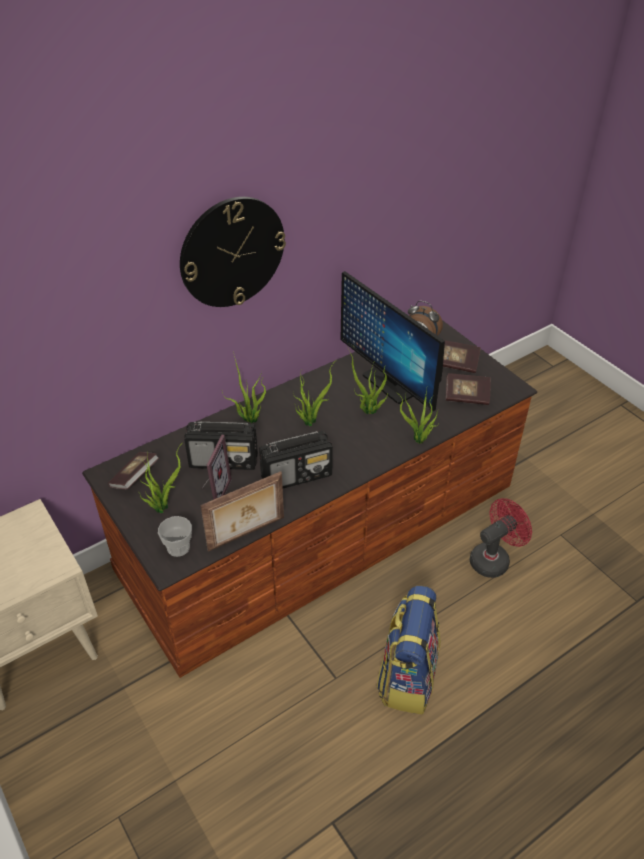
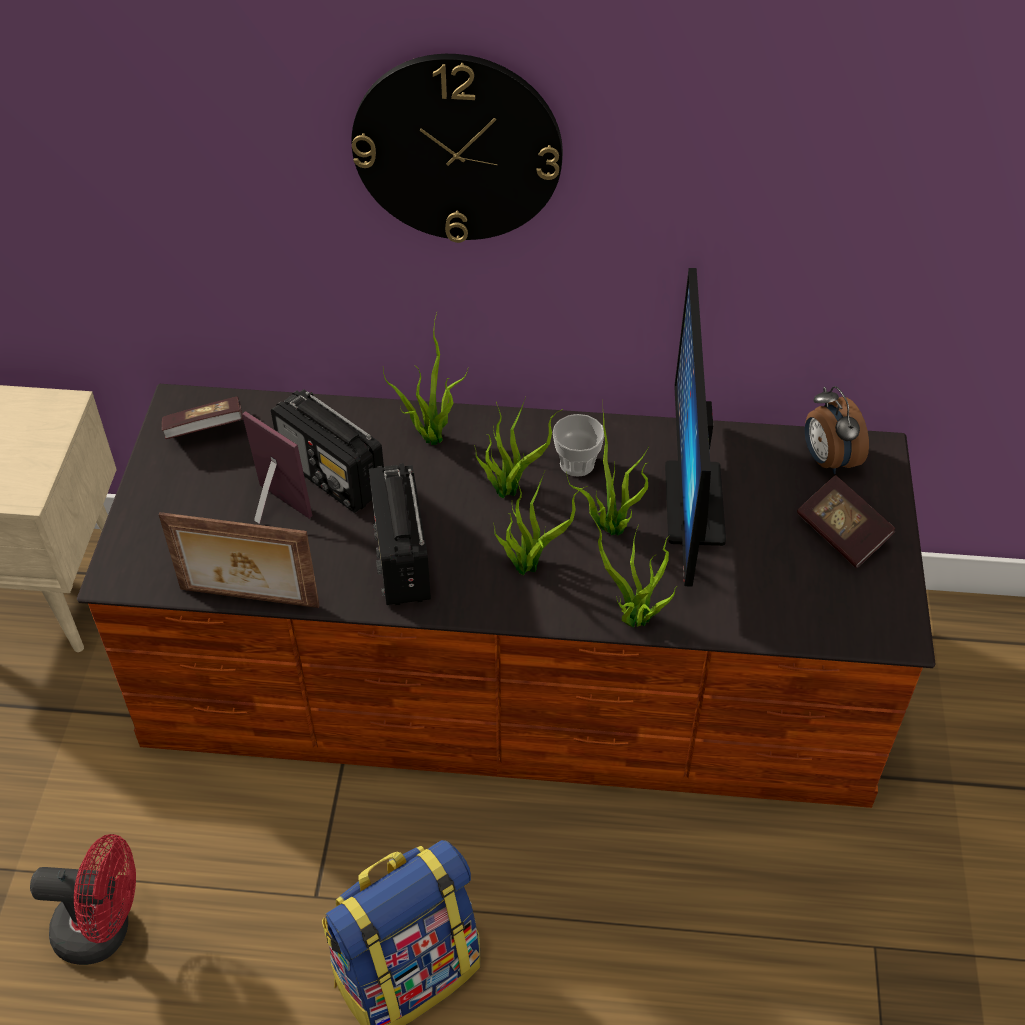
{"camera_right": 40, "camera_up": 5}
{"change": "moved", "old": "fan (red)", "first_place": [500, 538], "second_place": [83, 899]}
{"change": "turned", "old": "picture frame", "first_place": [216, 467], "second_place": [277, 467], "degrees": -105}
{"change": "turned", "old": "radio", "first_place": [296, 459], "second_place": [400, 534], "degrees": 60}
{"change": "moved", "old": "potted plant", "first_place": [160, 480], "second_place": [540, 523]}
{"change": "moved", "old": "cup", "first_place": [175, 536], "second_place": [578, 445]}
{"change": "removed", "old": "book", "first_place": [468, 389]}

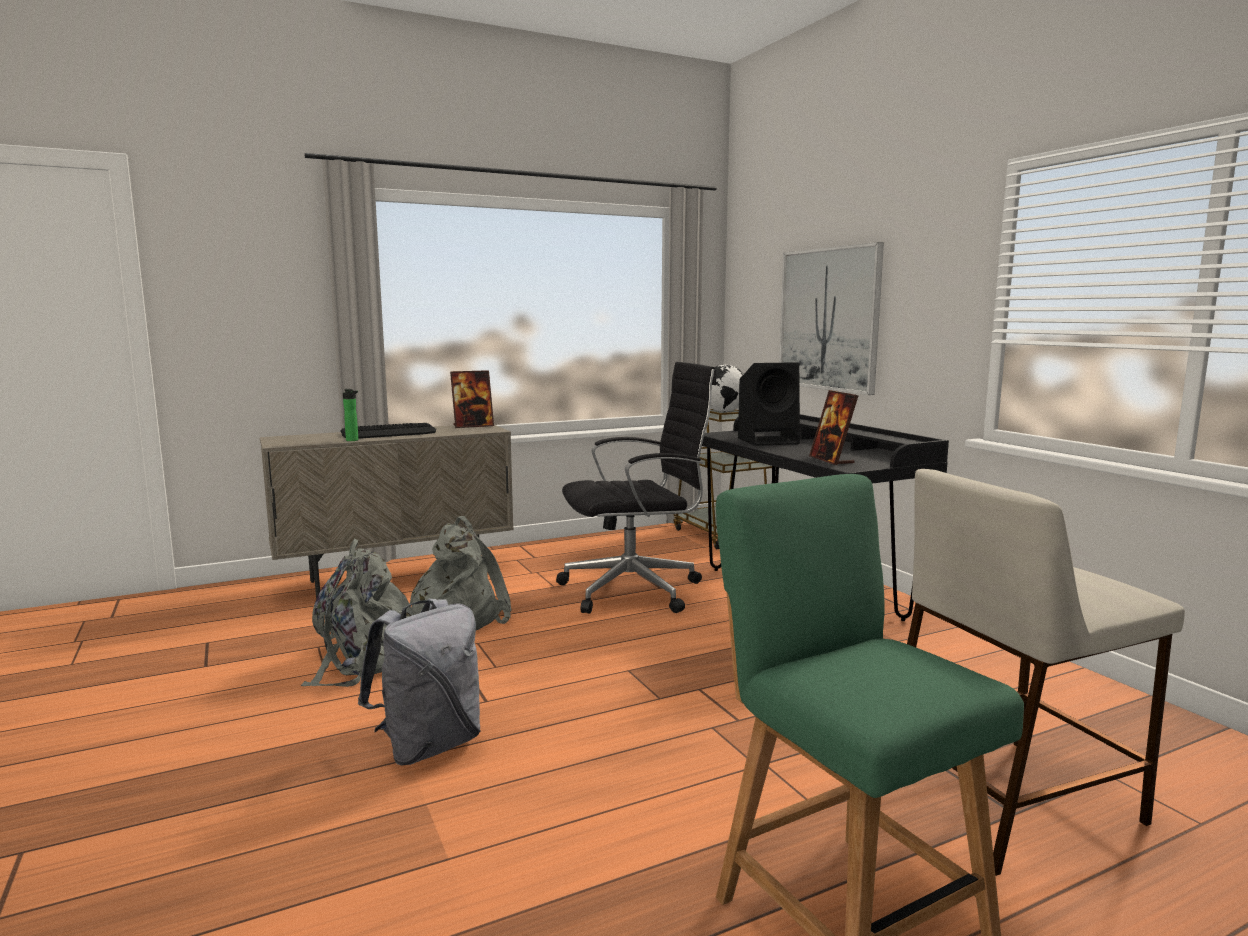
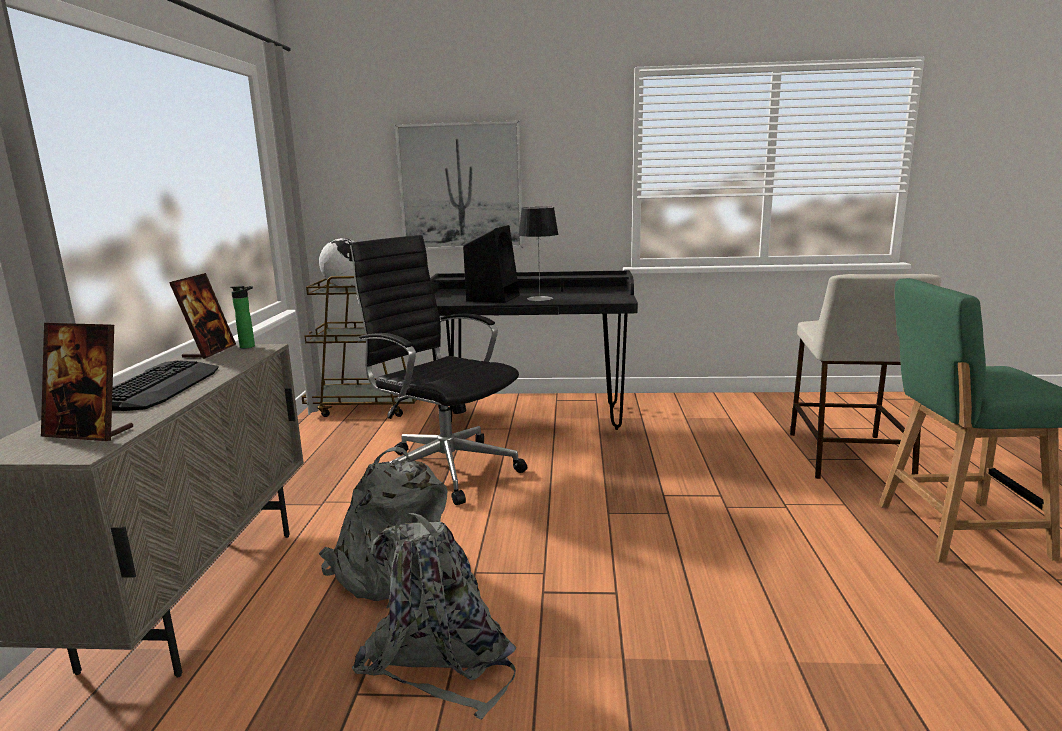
{"camera_right": -60, "camera_up": 5}
{"change": "moved", "old": "picture frame", "first_place": [833, 427], "second_place": [87, 382]}
{"change": "moved", "old": "bottle", "first_place": [350, 415], "second_place": [242, 317]}
{"change": "turned", "old": "office chair (black)", "first_place": [636, 488], "second_place": [438, 370], "degrees": -60}
{"change": "added", "new": "table lamp", "second_place": [538, 254]}
{"change": "removed", "old": "backpack (grey)", "first_place": [419, 682]}

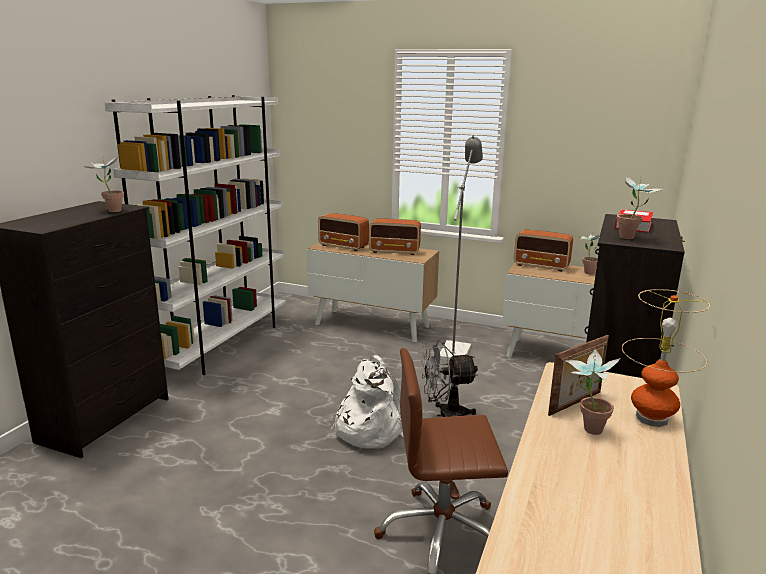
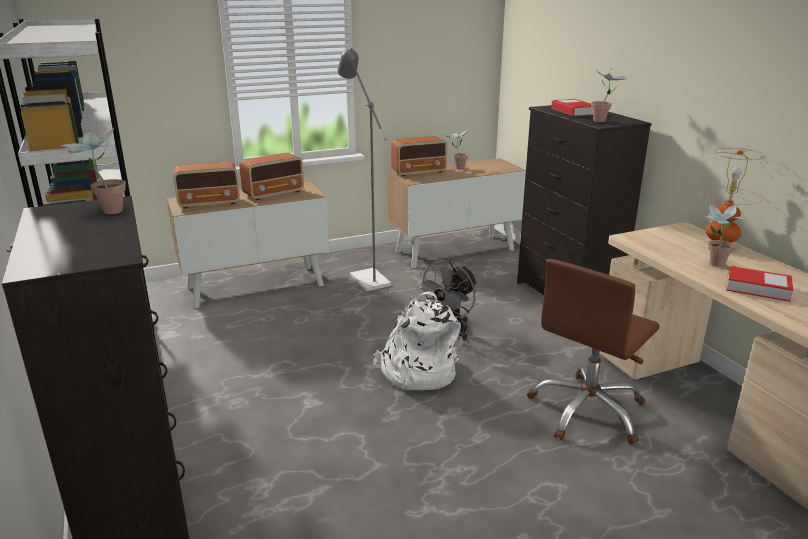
{"camera_right": -45, "camera_up": 5}
{"change": "added", "new": "book", "second_place": [759, 284]}
{"change": "removed", "old": "picture frame", "first_place": [578, 375]}

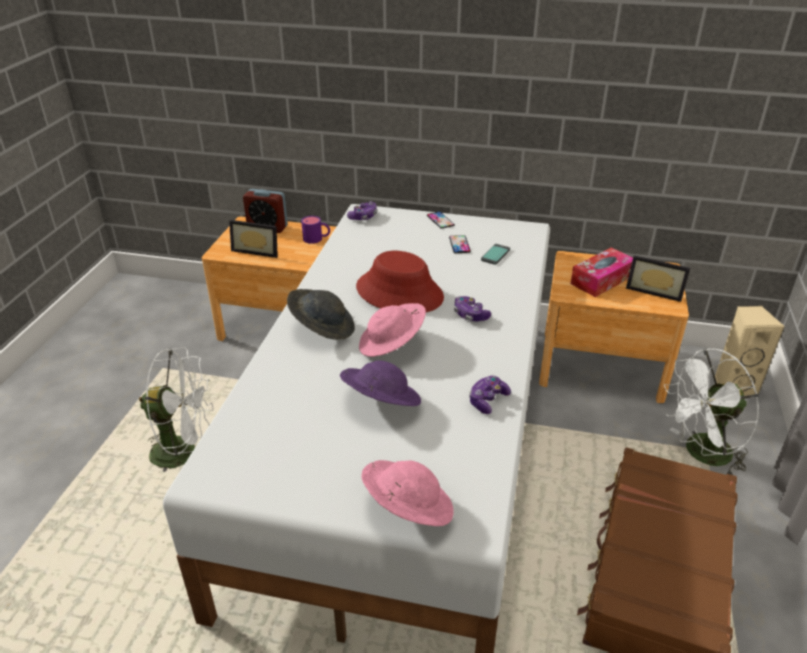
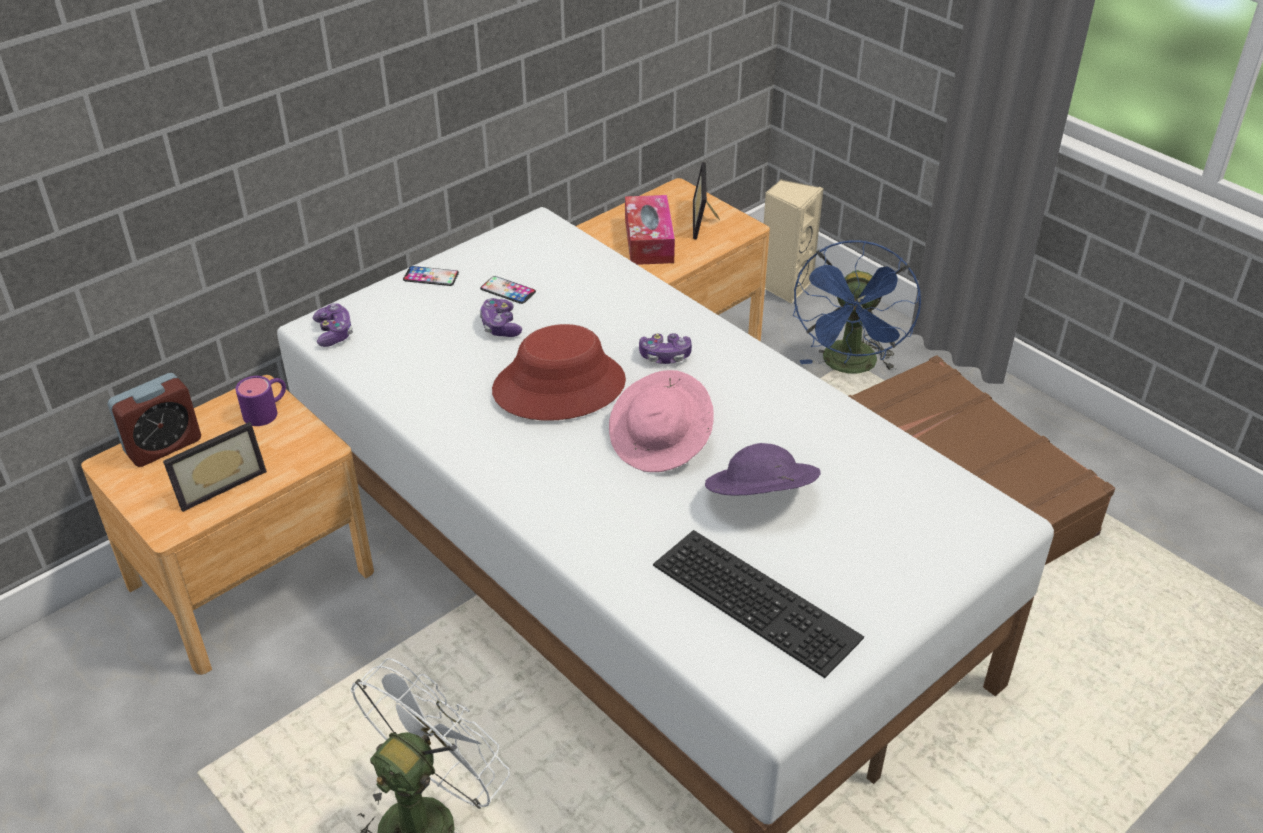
{"camera_right": -55, "camera_up": 5}
{"change": "moved", "old": "game controller", "first_place": [490, 395], "second_place": [500, 317]}
{"change": "added", "new": "keyboard", "second_place": [758, 604]}
{"change": "turned", "old": "picture frame", "first_place": [658, 278], "second_place": [706, 201], "degrees": 120}
{"change": "recoloured", "old": "fan (white)", "new": "fan (blue)", "first_place": [711, 411], "second_place": [856, 307]}
{"change": "removed", "old": "hat (grey)", "first_place": [321, 314]}
{"change": "removed", "old": "hat (pink)", "first_place": [407, 493]}
{"change": "removed", "old": "phone", "first_place": [495, 254]}

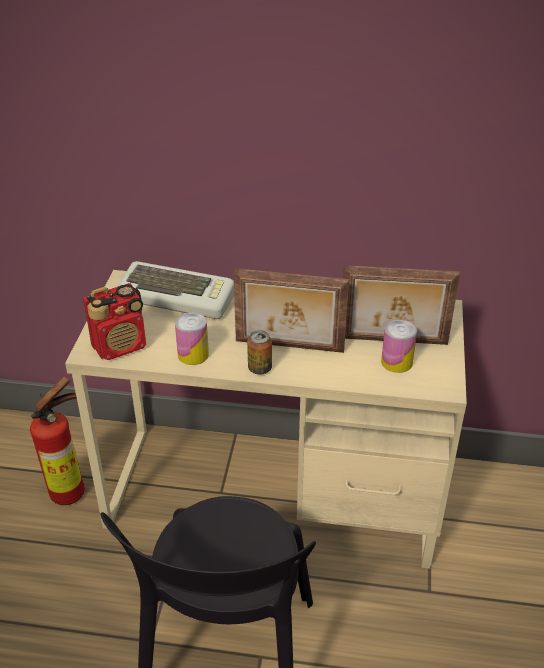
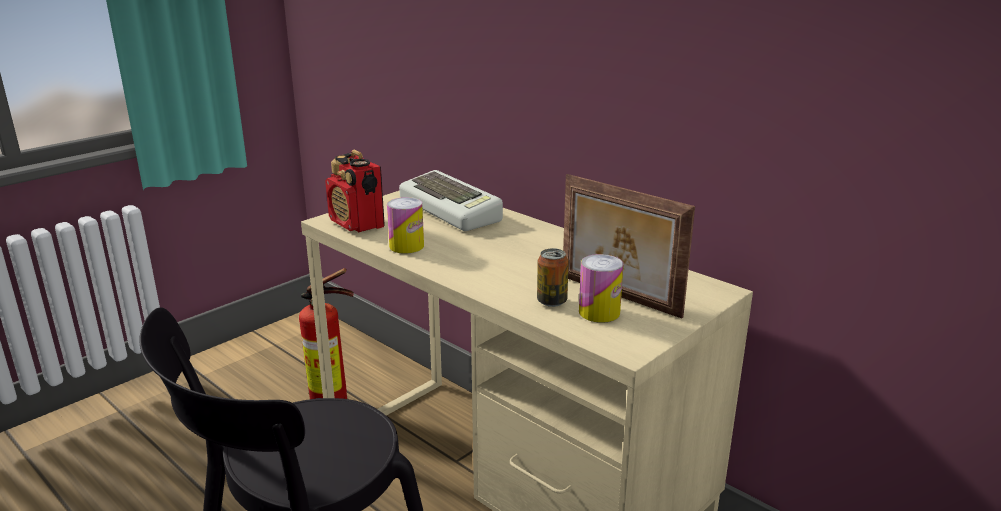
{"camera_right": 35, "camera_up": -15}
{"change": "turned", "old": "radio", "first_place": [114, 321], "second_place": [355, 191], "degrees": 45}
{"change": "moved", "old": "can", "first_place": [259, 352], "second_place": [553, 277]}
{"change": "removed", "old": "picture frame", "first_place": [291, 310]}

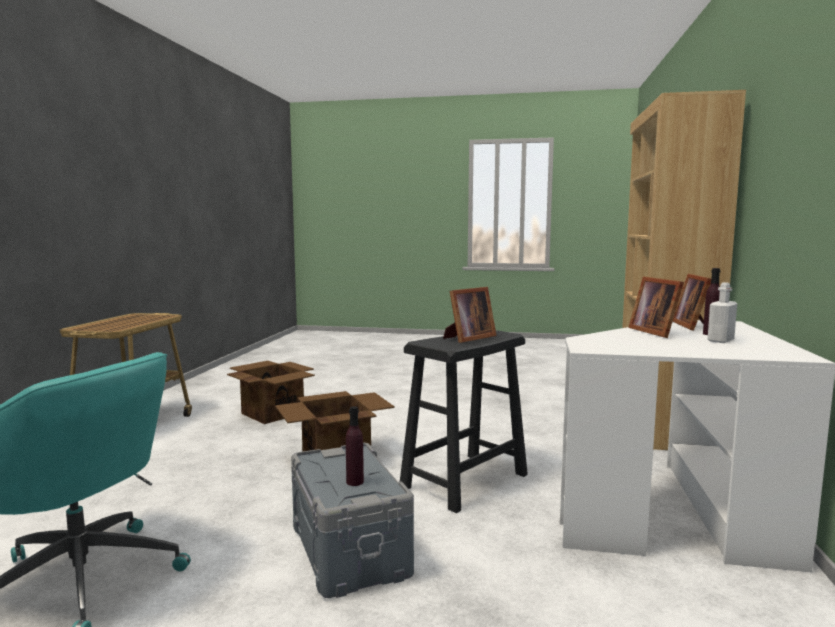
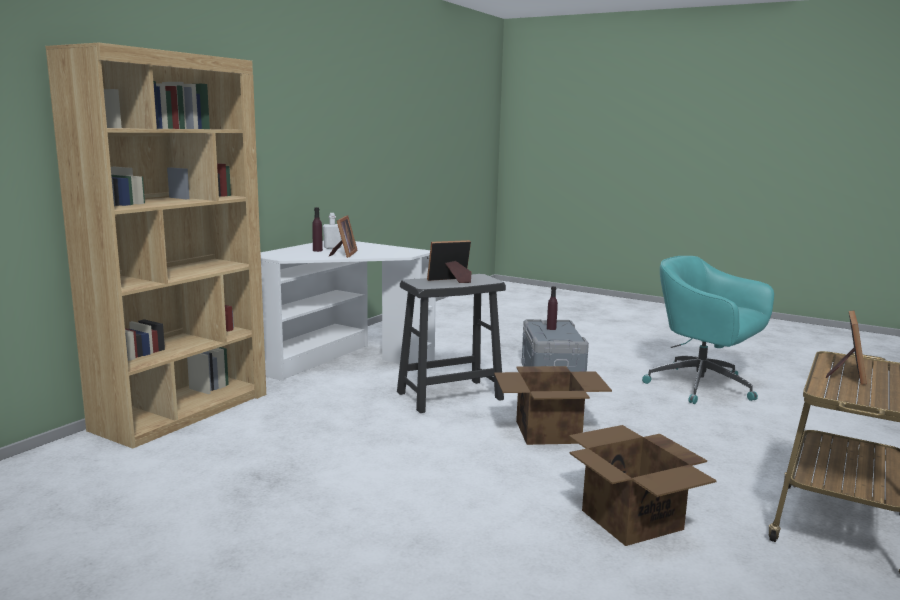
{"camera_right": -160, "camera_up": 5}
{"change": "moved", "old": "picture frame", "first_place": [692, 302], "second_place": [846, 347]}

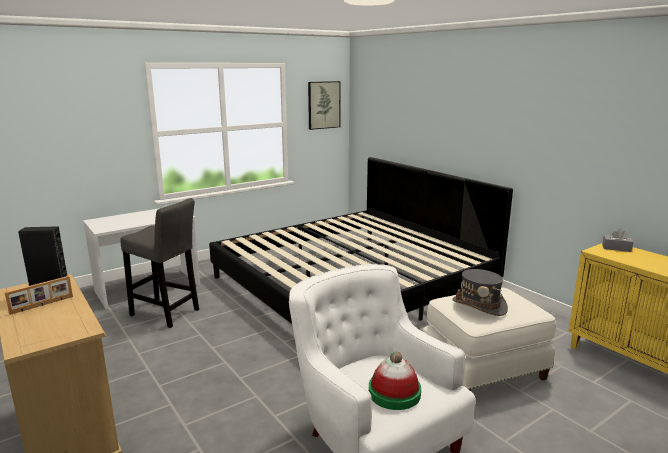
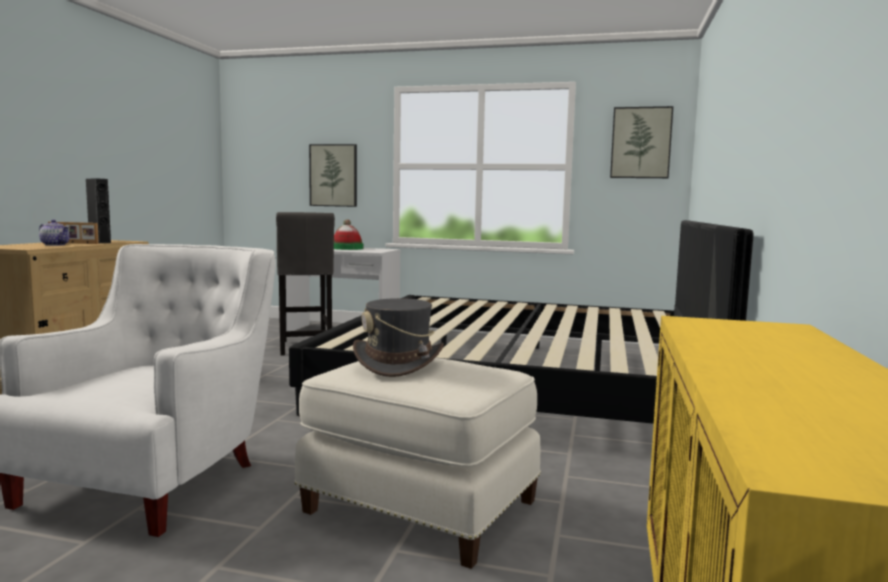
{"camera_right": 50, "camera_up": -10}
{"change": "added", "new": "teapot", "second_place": [54, 233]}
{"change": "added", "new": "picture", "second_place": [333, 175]}
{"change": "moved", "old": "hat", "first_place": [395, 380], "second_place": [349, 234]}
{"change": "removed", "old": "tissue box (grey)", "first_place": [617, 240]}

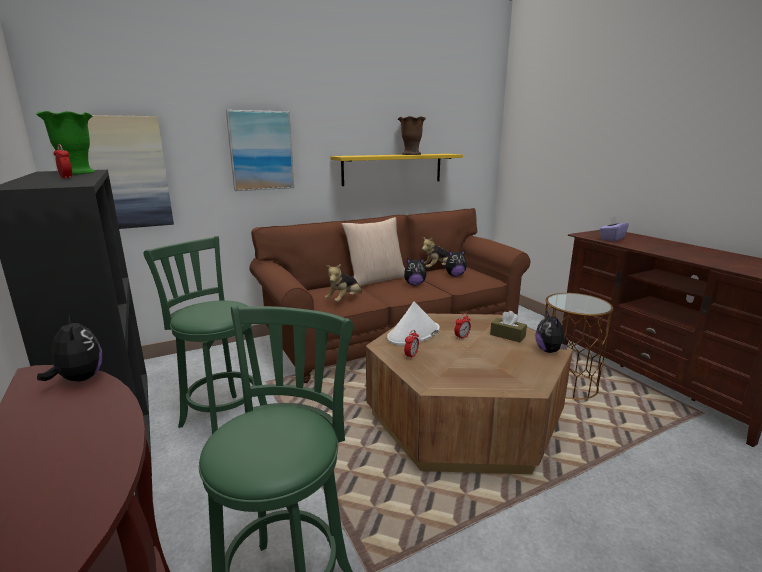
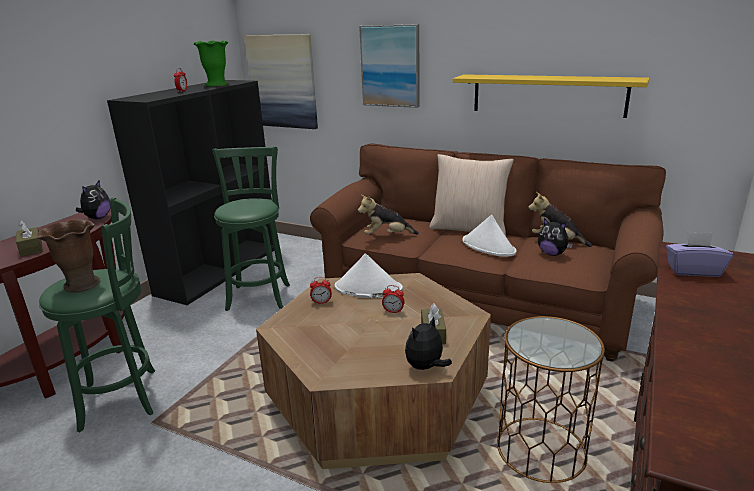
{"camera_right": 55, "camera_up": 5}
{"change": "added", "new": "tissue box (brown)", "second_place": [29, 238]}
{"change": "moved", "old": "vase (brown)", "first_place": [412, 135], "second_place": [68, 256]}
{"change": "replaced", "old": "plush toy", "new": "hat (white)", "first_place": [415, 271], "second_place": [489, 236]}

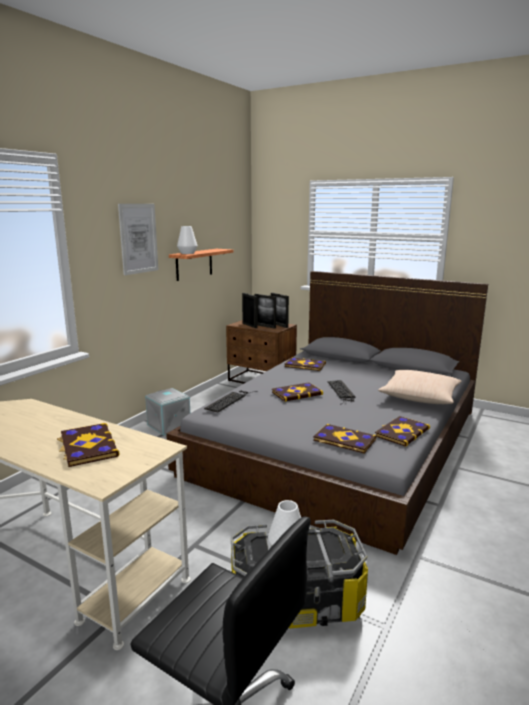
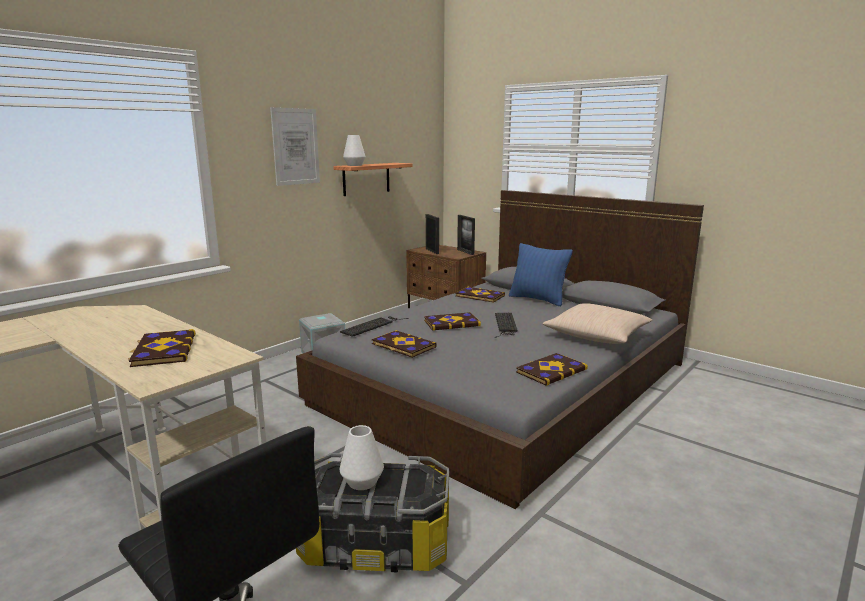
{"camera_right": 10, "camera_up": 0}
{"change": "moved", "old": "book", "first_place": [344, 439], "second_place": [404, 344]}
{"change": "added", "new": "pillow (blue)", "second_place": [541, 274]}
{"change": "removed", "old": "picture frame", "first_place": [265, 311]}

